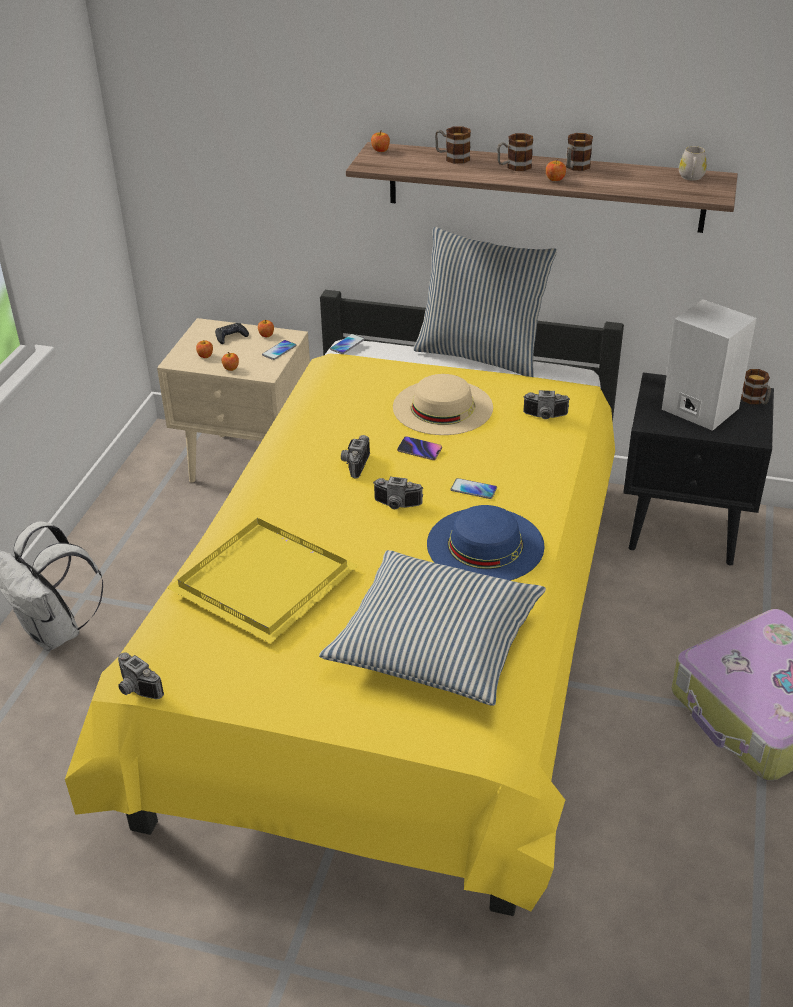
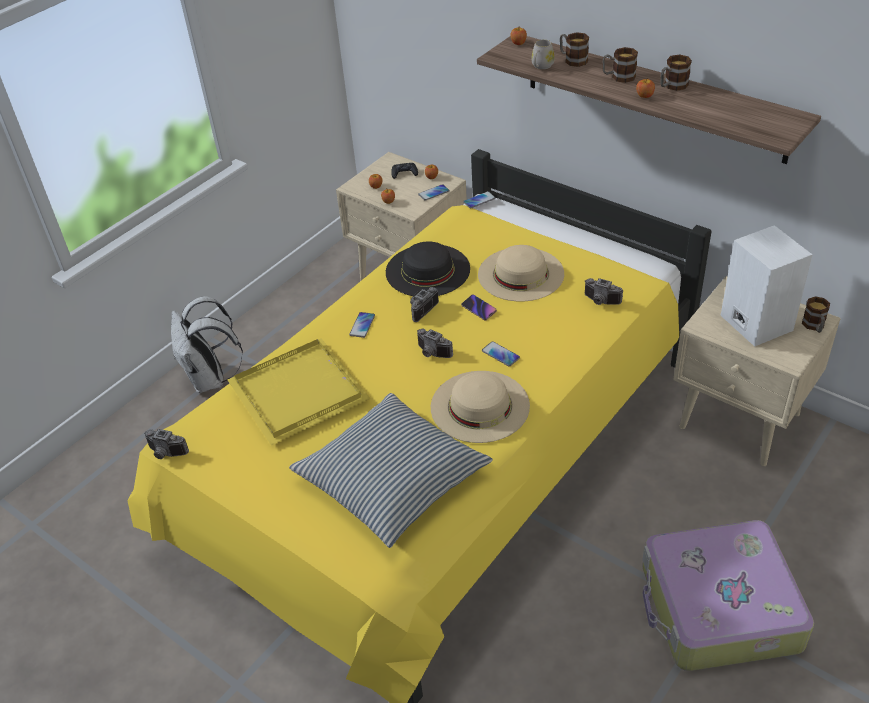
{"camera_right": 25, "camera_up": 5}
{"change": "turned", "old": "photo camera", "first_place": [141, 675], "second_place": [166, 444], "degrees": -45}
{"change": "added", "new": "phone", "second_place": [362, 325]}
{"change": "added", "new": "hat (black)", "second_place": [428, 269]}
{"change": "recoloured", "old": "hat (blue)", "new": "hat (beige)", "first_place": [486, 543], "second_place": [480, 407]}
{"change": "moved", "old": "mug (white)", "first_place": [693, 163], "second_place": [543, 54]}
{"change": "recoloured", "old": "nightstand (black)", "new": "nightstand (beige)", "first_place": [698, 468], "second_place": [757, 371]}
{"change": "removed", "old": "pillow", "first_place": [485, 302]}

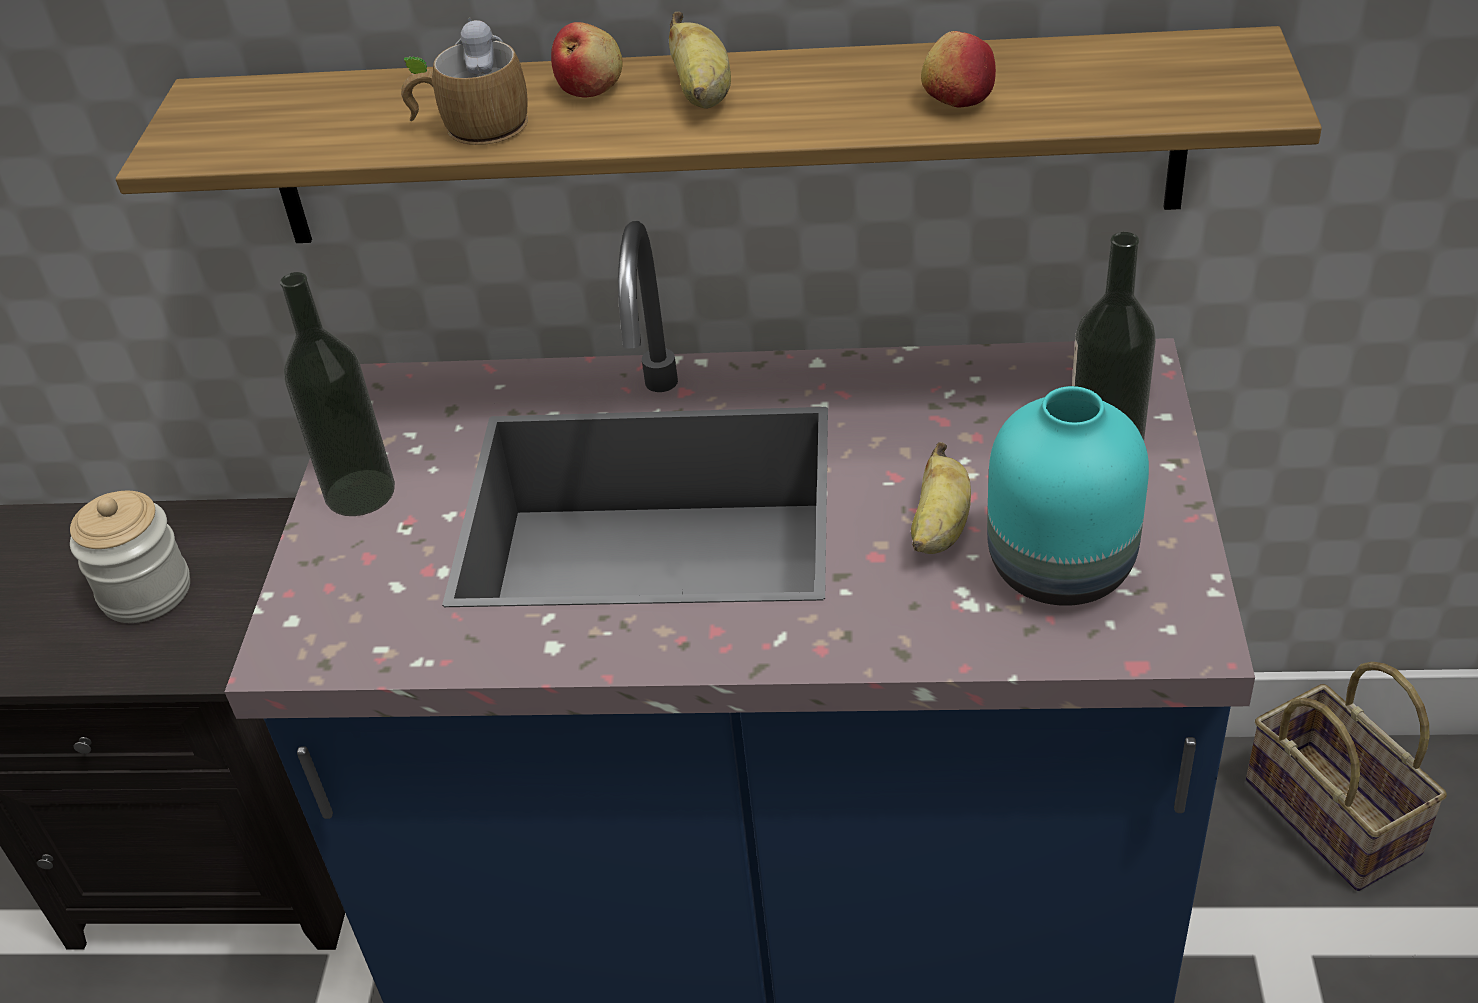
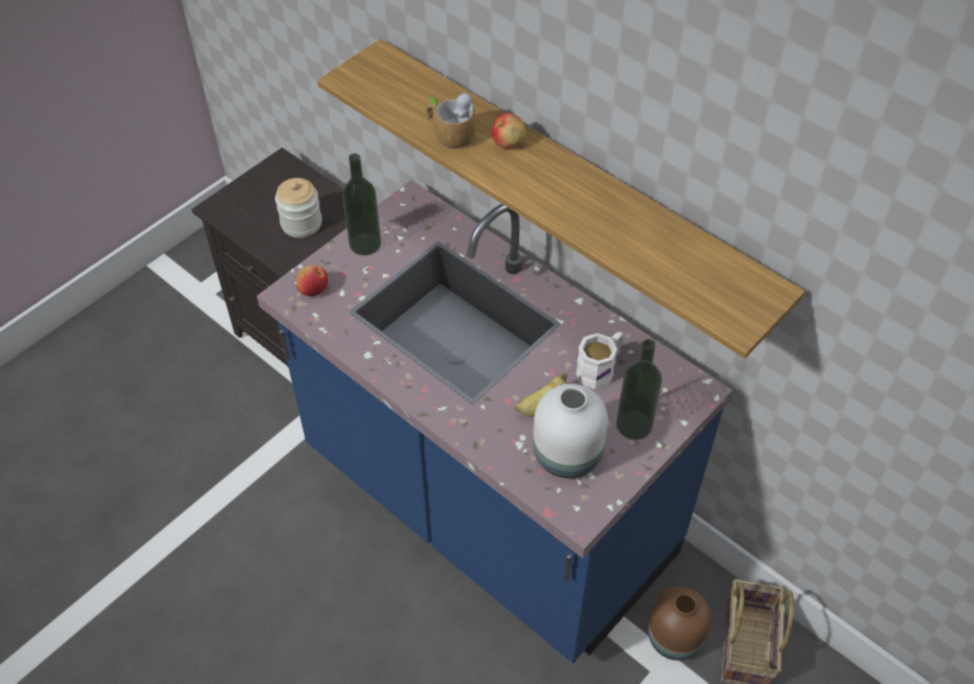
{"camera_right": 35, "camera_up": 10}
{"change": "moved", "old": "apple", "first_place": [958, 69], "second_place": [312, 280]}
{"change": "recoloured", "old": "vase (turquoise)", "new": "vase (white)", "first_place": [1068, 496], "second_place": [570, 431]}
{"change": "added", "new": "mug (white)", "second_place": [600, 360]}
{"change": "added", "new": "vase (brown)", "second_place": [680, 624]}
{"change": "removed", "old": "banana", "first_place": [700, 60]}

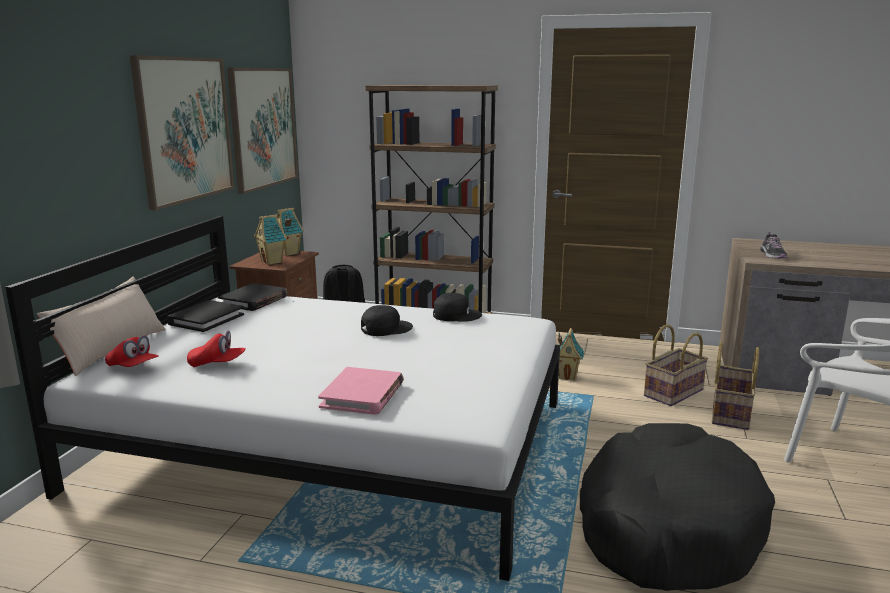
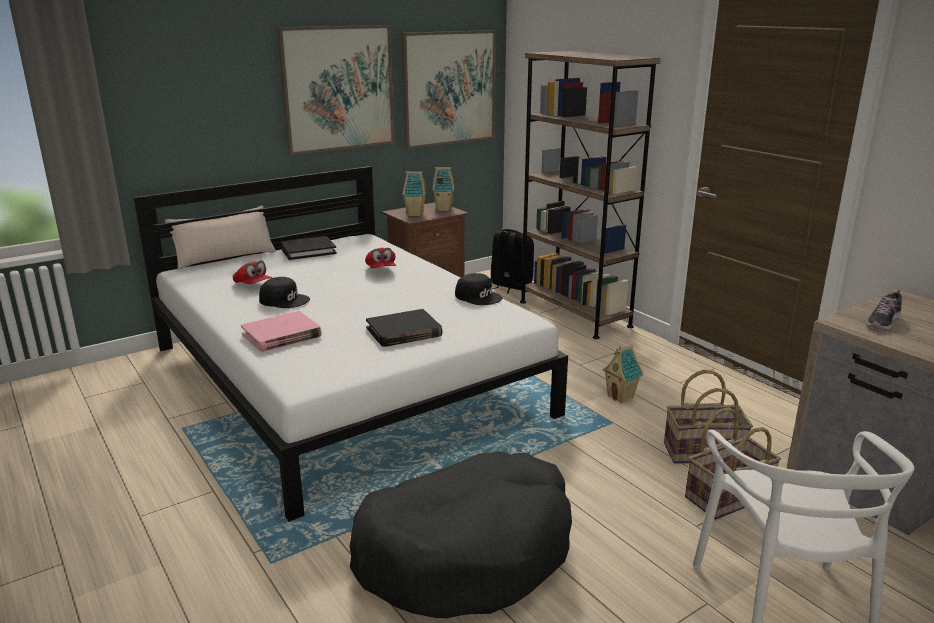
{"camera_right": 40, "camera_up": 5}
{"change": "moved", "old": "cap (black)", "first_place": [387, 320], "second_place": [284, 292]}
{"change": "moved", "old": "cap (red)", "first_place": [132, 351], "second_place": [380, 258]}
{"change": "moved", "old": "book (black)", "first_place": [253, 297], "second_place": [404, 328]}

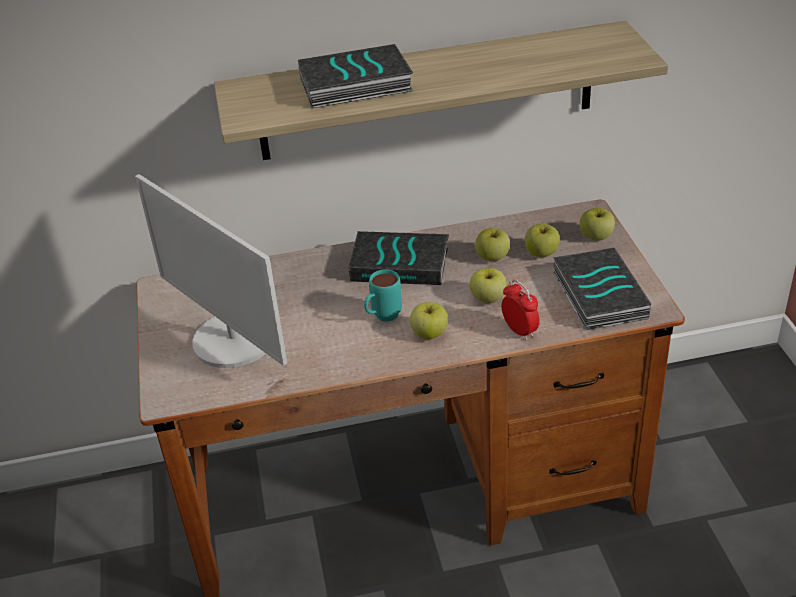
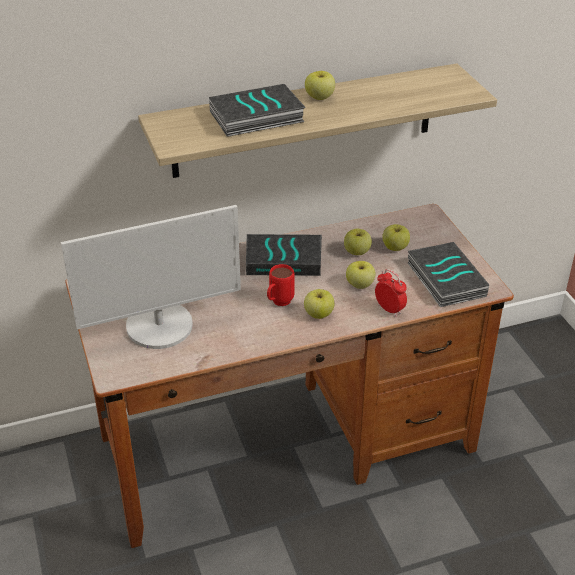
{"camera_right": -10, "camera_up": 0}
{"change": "turned", "old": "monitor", "first_place": [211, 271], "second_place": [151, 277], "degrees": -60}
{"change": "recoloured", "old": "mug (turquoise)", "new": "mug (red)", "first_place": [383, 295], "second_place": [281, 285]}
{"change": "moved", "old": "apple", "first_place": [597, 224], "second_place": [320, 85]}

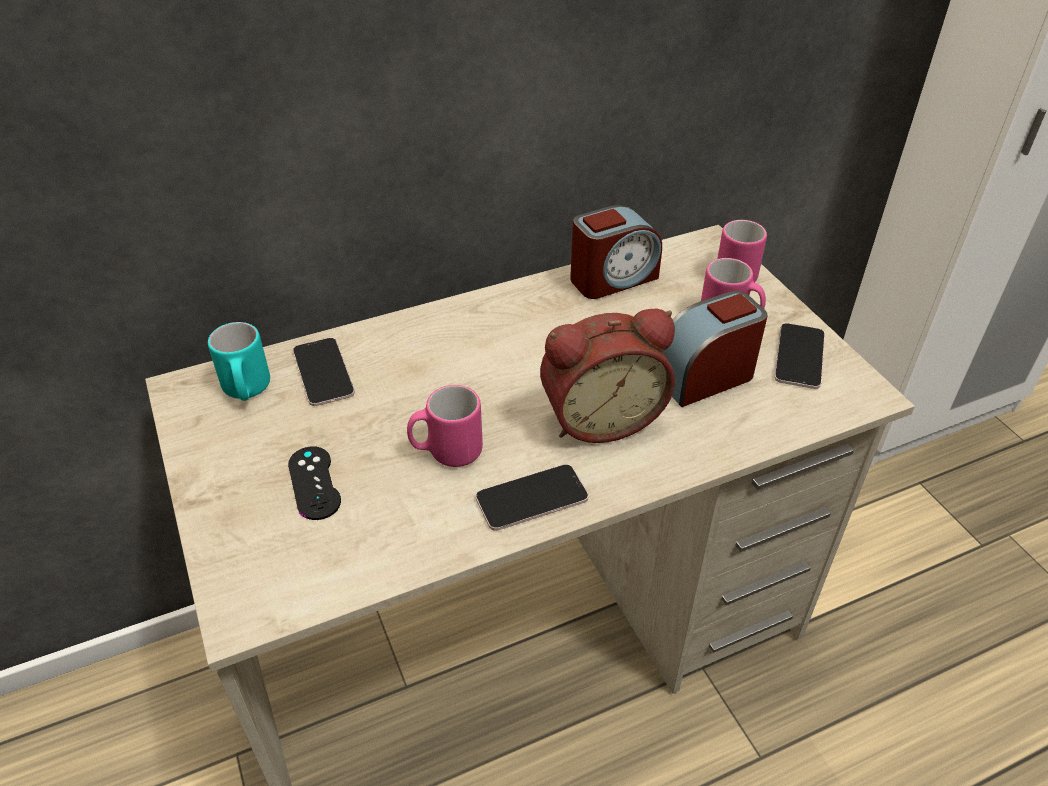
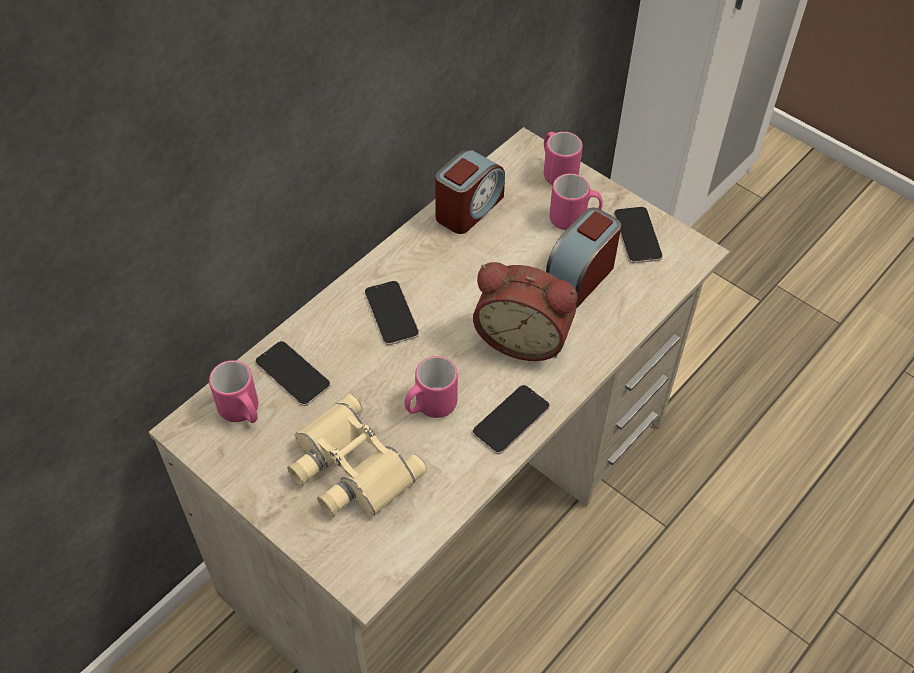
{"camera_right": -25, "camera_up": 10}
{"change": "recoloured", "old": "mug (turquoise)", "new": "mug (pink)", "first_place": [239, 361], "second_place": [233, 391]}
{"change": "replaced", "old": "game controller (black)", "new": "binoculars (beige)", "first_place": [314, 483], "second_place": [357, 455]}
{"change": "added", "new": "phone", "second_place": [391, 312]}
{"change": "turned", "old": "alarm clock", "first_place": [607, 376], "second_place": [525, 311], "degrees": 60}

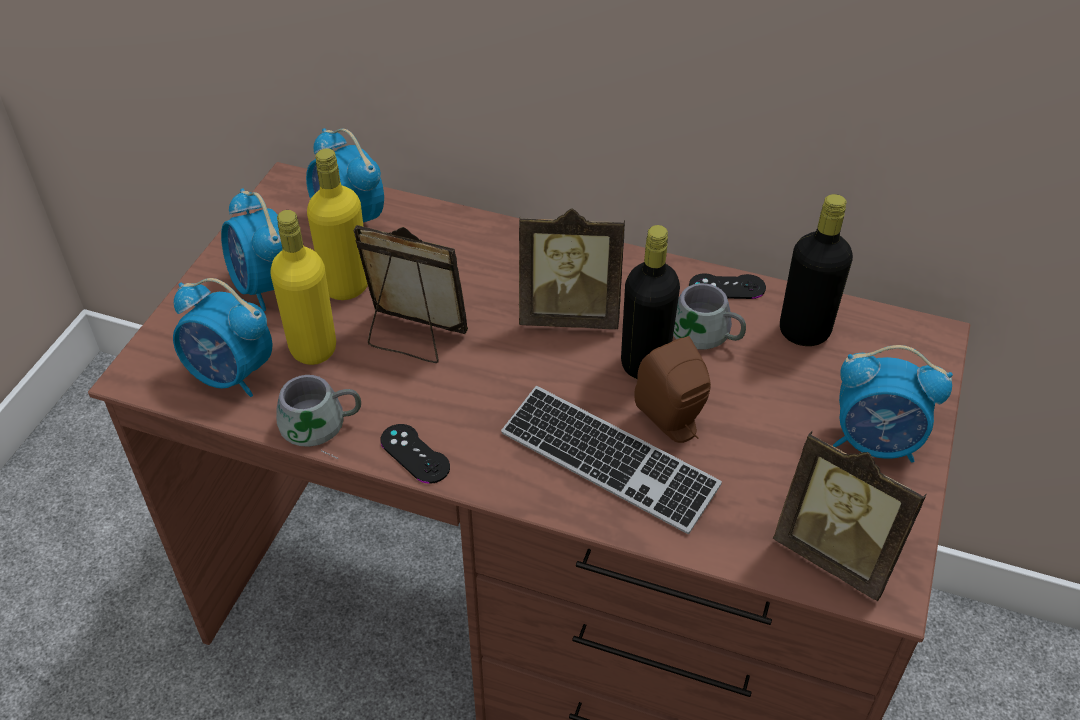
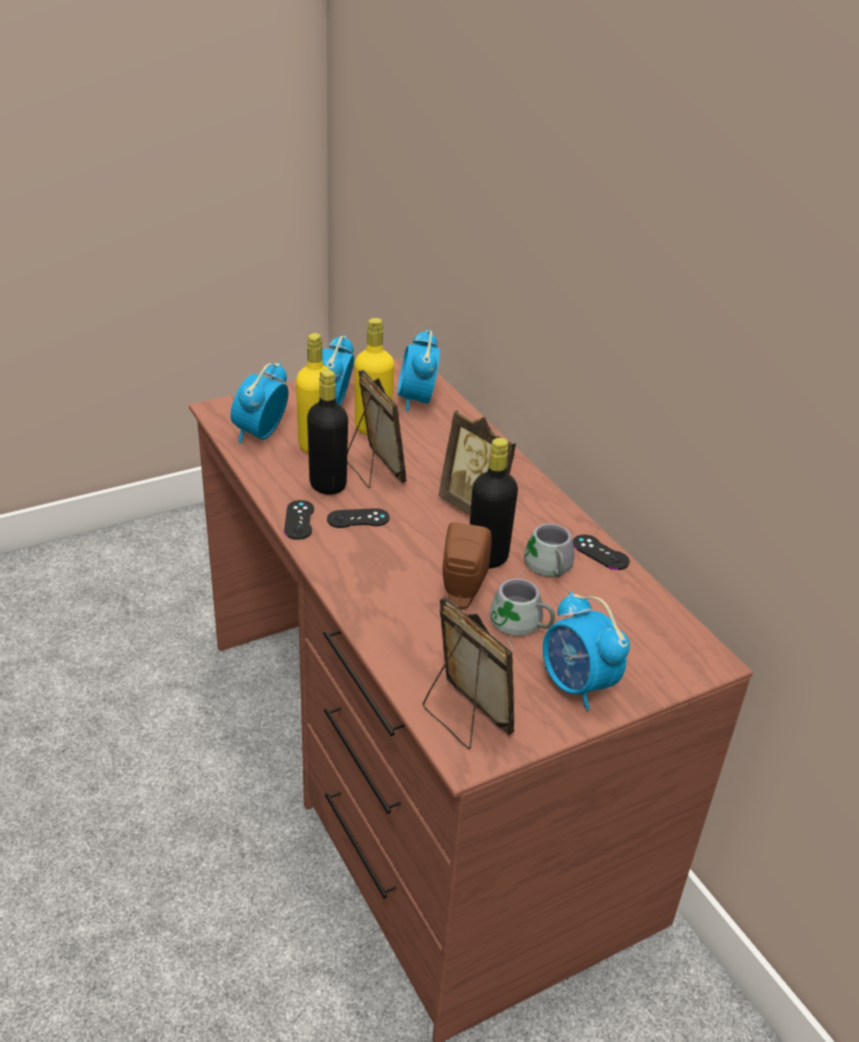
{"camera_right": 40, "camera_up": -10}
{"change": "turned", "old": "alarm clock", "first_place": [222, 337], "second_place": [259, 403], "degrees": 45}
{"change": "moved", "old": "bottle (black)", "first_place": [816, 270], "second_place": [327, 432]}
{"change": "added", "new": "game controller (black)", "second_place": [358, 518]}
{"change": "turned", "old": "picture frame", "first_place": [850, 516], "second_place": [468, 673], "degrees": 150}
{"change": "moved", "old": "mug (grey)", "first_place": [318, 416], "second_place": [522, 614]}
{"change": "removed", "old": "keyboard", "first_place": [611, 460]}

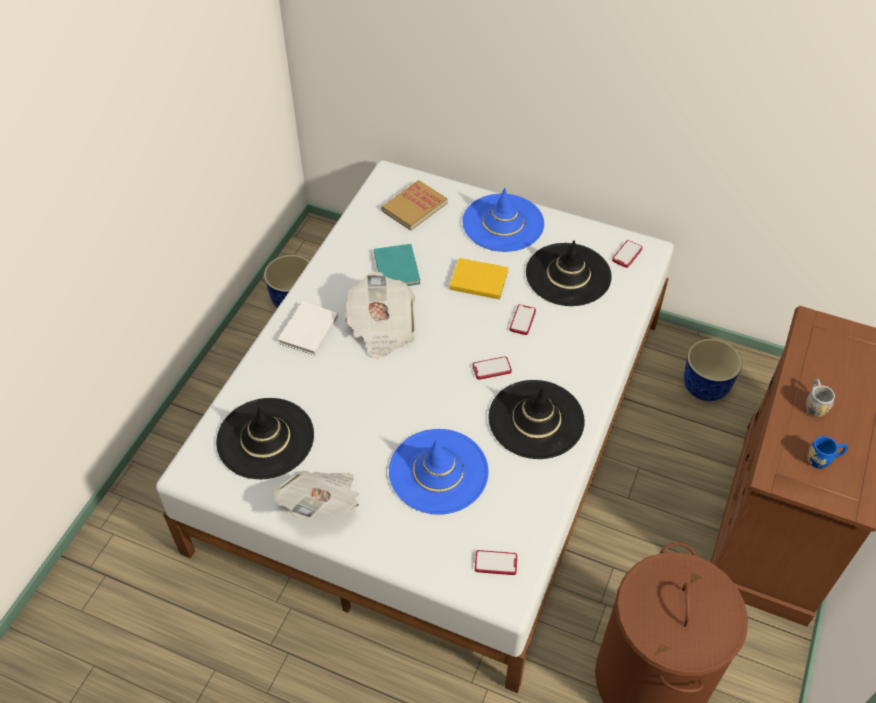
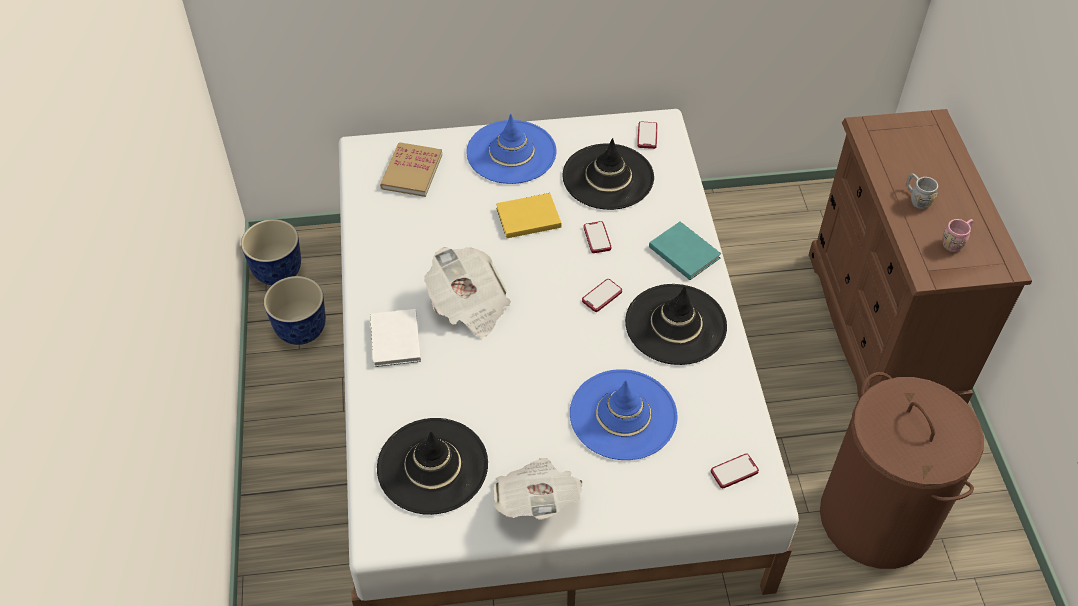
{"camera_right": -30, "camera_up": 0}
{"change": "moved", "old": "planter", "first_place": [713, 370], "second_place": [271, 252]}
{"change": "moved", "old": "book (turquoise)", "first_place": [397, 265], "second_place": [685, 250]}
{"change": "recoloured", "old": "mug (blue)", "new": "mug (pink)", "first_place": [827, 452], "second_place": [958, 235]}

